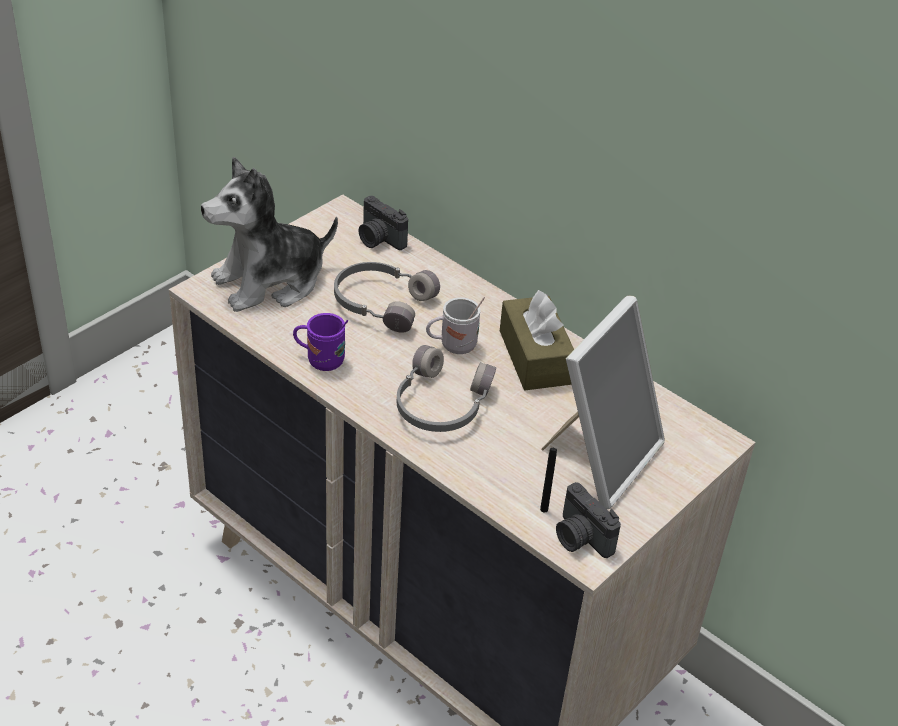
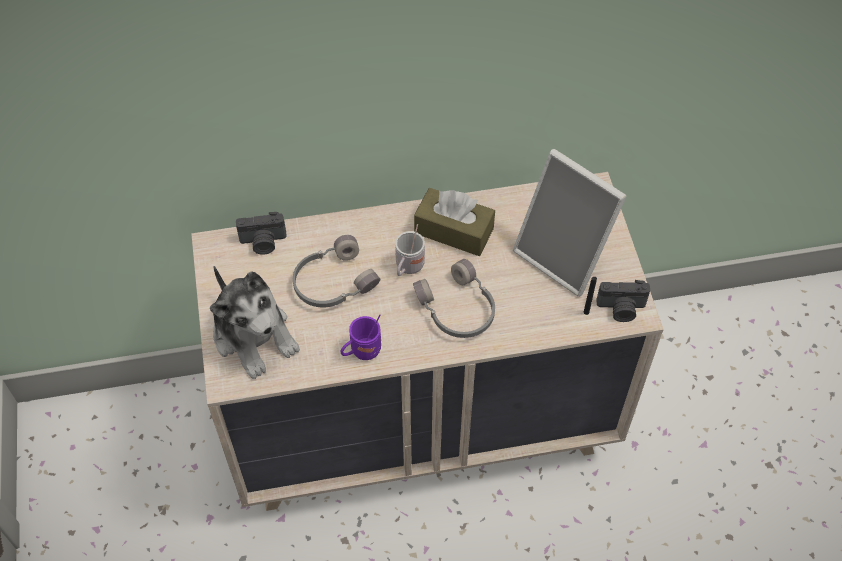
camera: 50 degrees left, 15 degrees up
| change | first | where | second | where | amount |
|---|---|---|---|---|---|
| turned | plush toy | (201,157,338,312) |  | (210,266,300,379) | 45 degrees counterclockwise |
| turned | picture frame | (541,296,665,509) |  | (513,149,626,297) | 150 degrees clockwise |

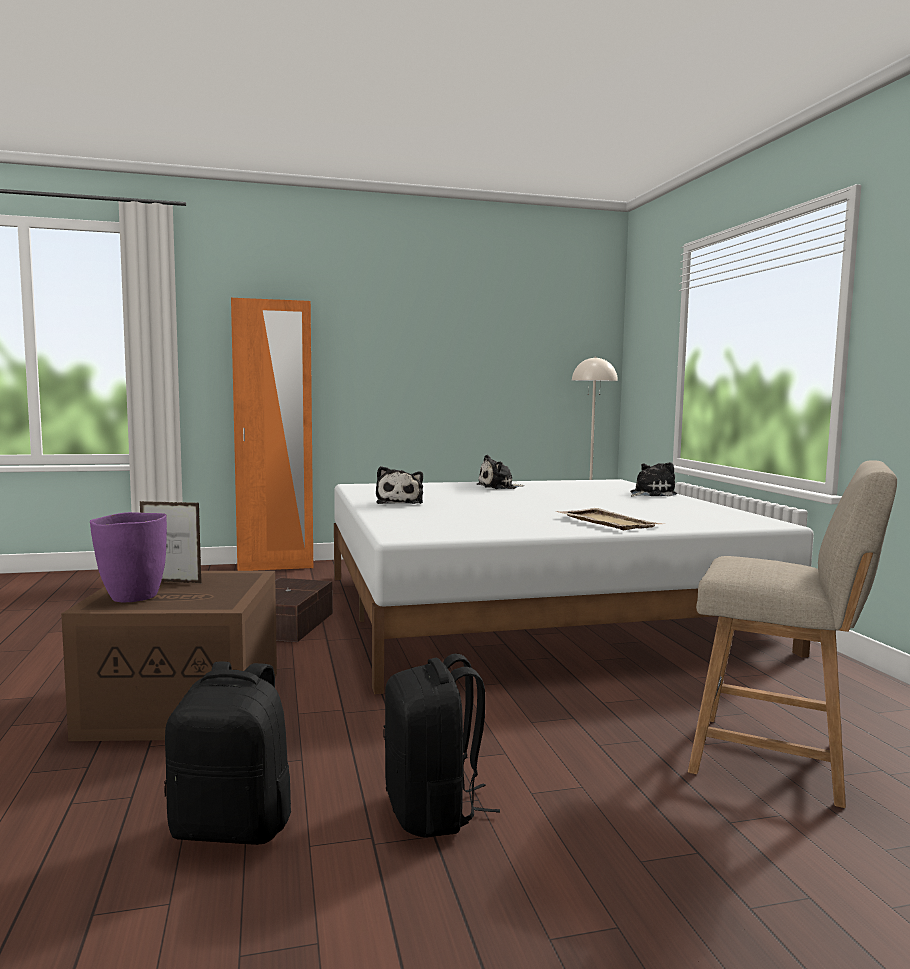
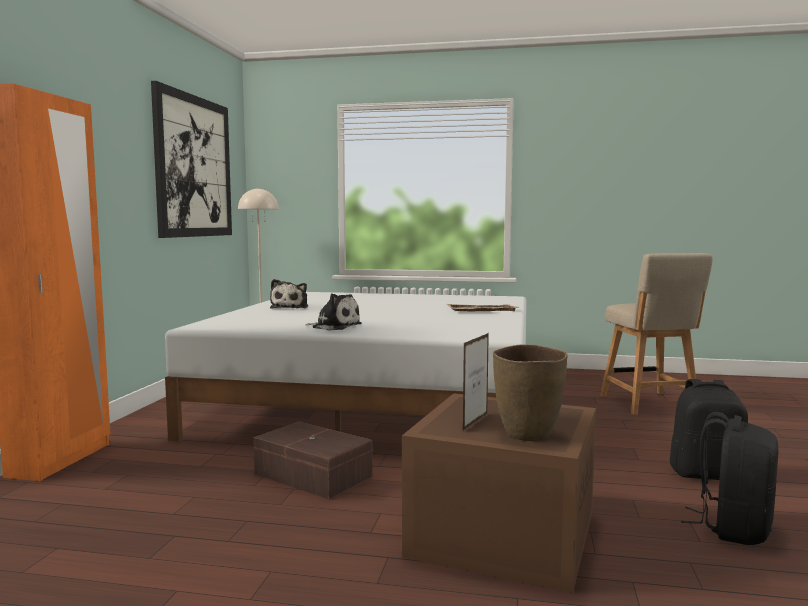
camera: 65 degrees left, 0 degrees up
| change | first | where | second | where | amount |
|---|---|---|---|---|---|
| turned | beige chair | (688,460,897,808) |  | (600,253,713,415) | 120 degrees clockwise |
| removed | plush toy | (630,462,677,497) |  |  |  |
| recoloured | purple vase | (90,512,167,602) | brown vase | (493,344,568,441) |  |
| added |  |  | picture | (151,81,232,238) |  |

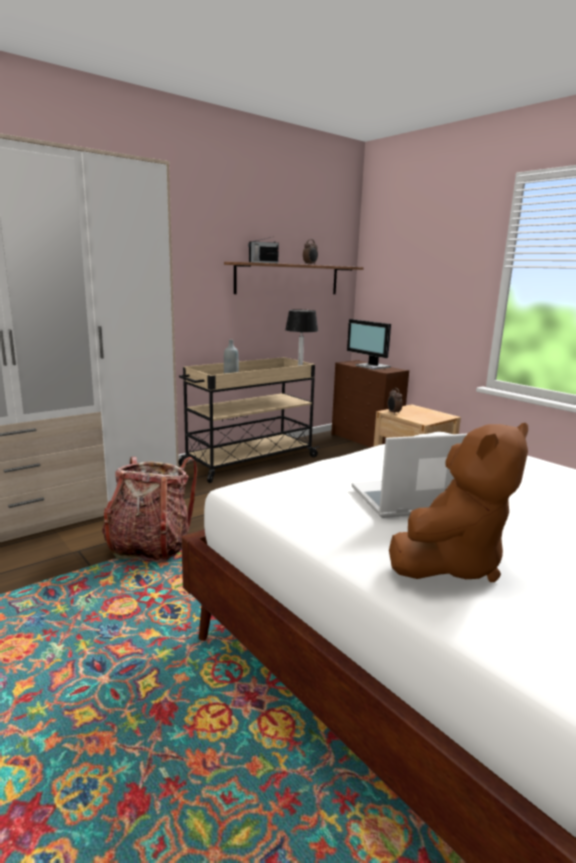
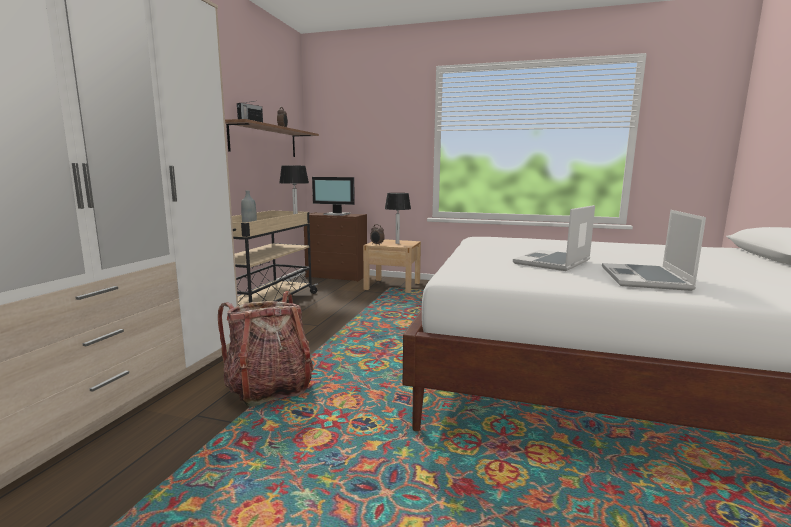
camera: 35 degrees left, 5 degrees down
| change | first | where | second | where | amount |
|---|---|---|---|---|---|
| replaced | brown plush toy | (389,423,528,582) | laptop | (602,210,706,291) |  |
| added |  |  | table lamp | (385,193,411,244) |  |

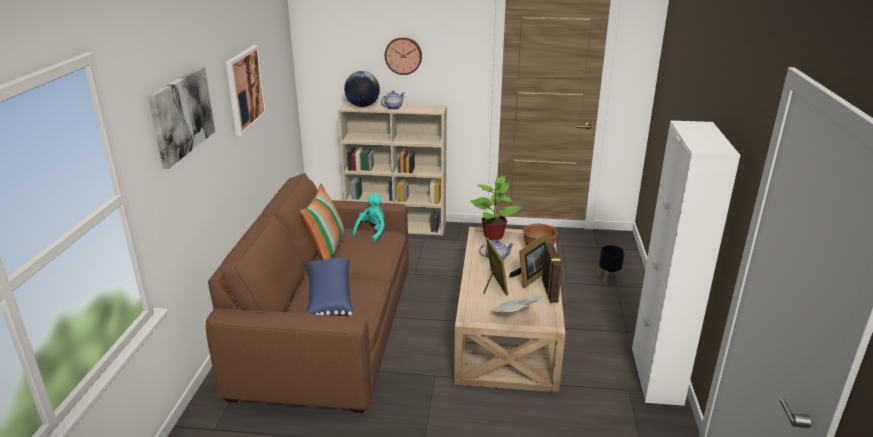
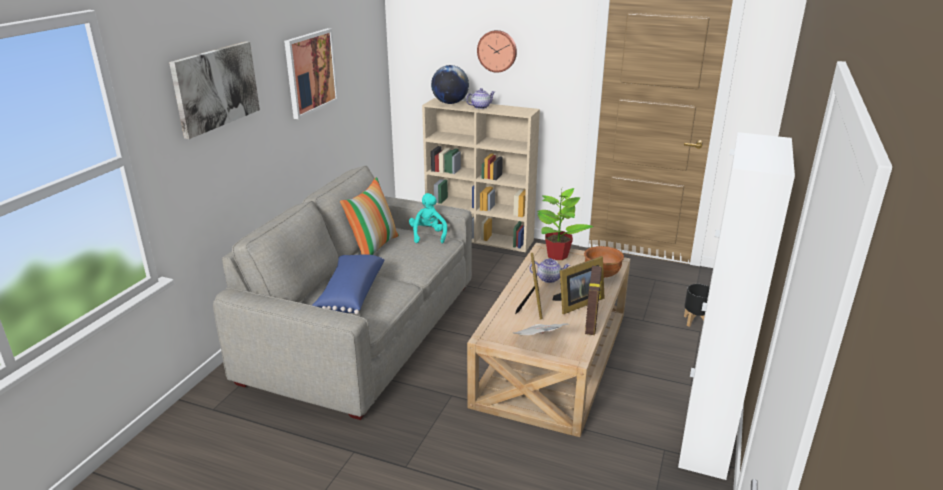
camera: 15 degrees right, 0 degrees up
| change | first | where | second | where | amount |
|---|---|---|---|---|---|
| recoloured | brown sofa | (205,173,409,413) | grey sofa | (213,166,472,420) |  |
| turned | turquoise plush toy | (352,193,385,242) |  | (409,193,447,243) | 45 degrees counterclockwise |

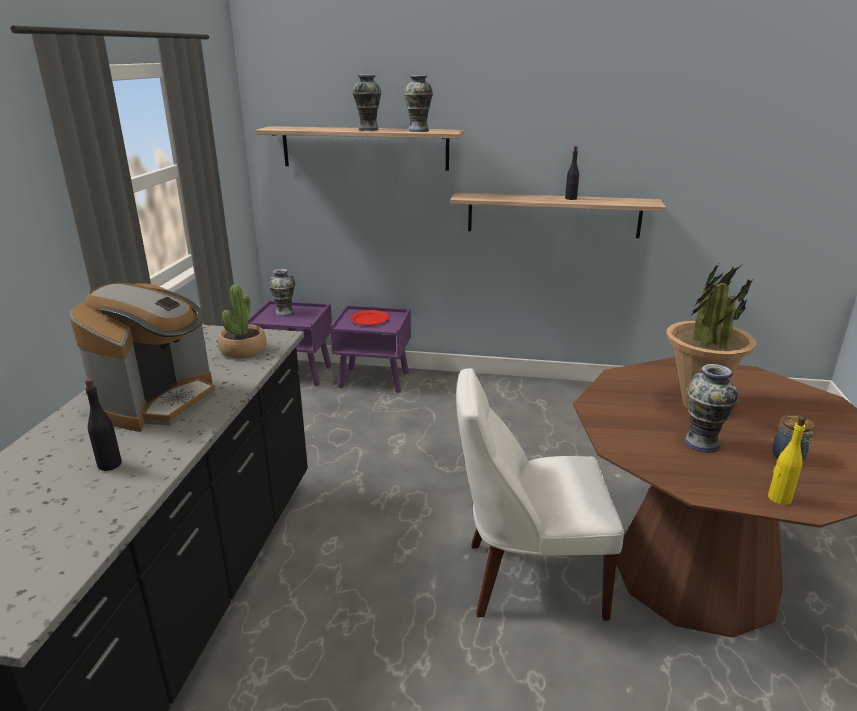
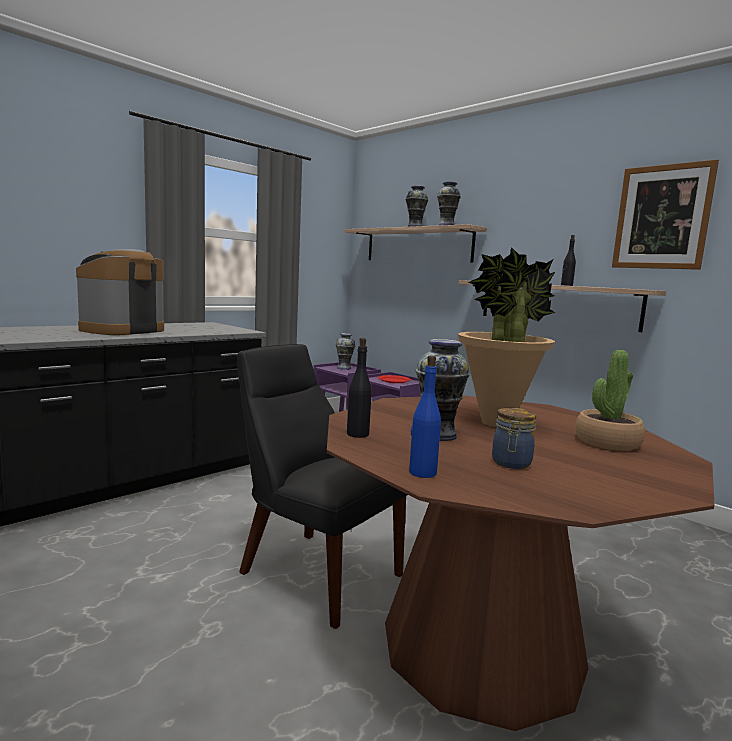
camera: 35 degrees right, 15 degrees down
| change | first | where | second | where | amount |
|---|---|---|---|---|---|
| turned | coffee machine | (69,283,215,432) |  | (76,249,164,335) | 150 degrees clockwise |
| moved | potted plant | (218,284,267,358) |  | (575,350,645,451) |  |
| recoloured | white chair | (456,368,624,621) | black chair | (237,344,408,629) |  |
| moved | black bottle | (85,379,122,471) |  | (347,338,372,438) |  |
| recoloured | yellow bottle | (768,416,806,505) | blue bottle | (409,355,441,478) |  |
| added |  |  | picture | (612,159,719,270) |  |

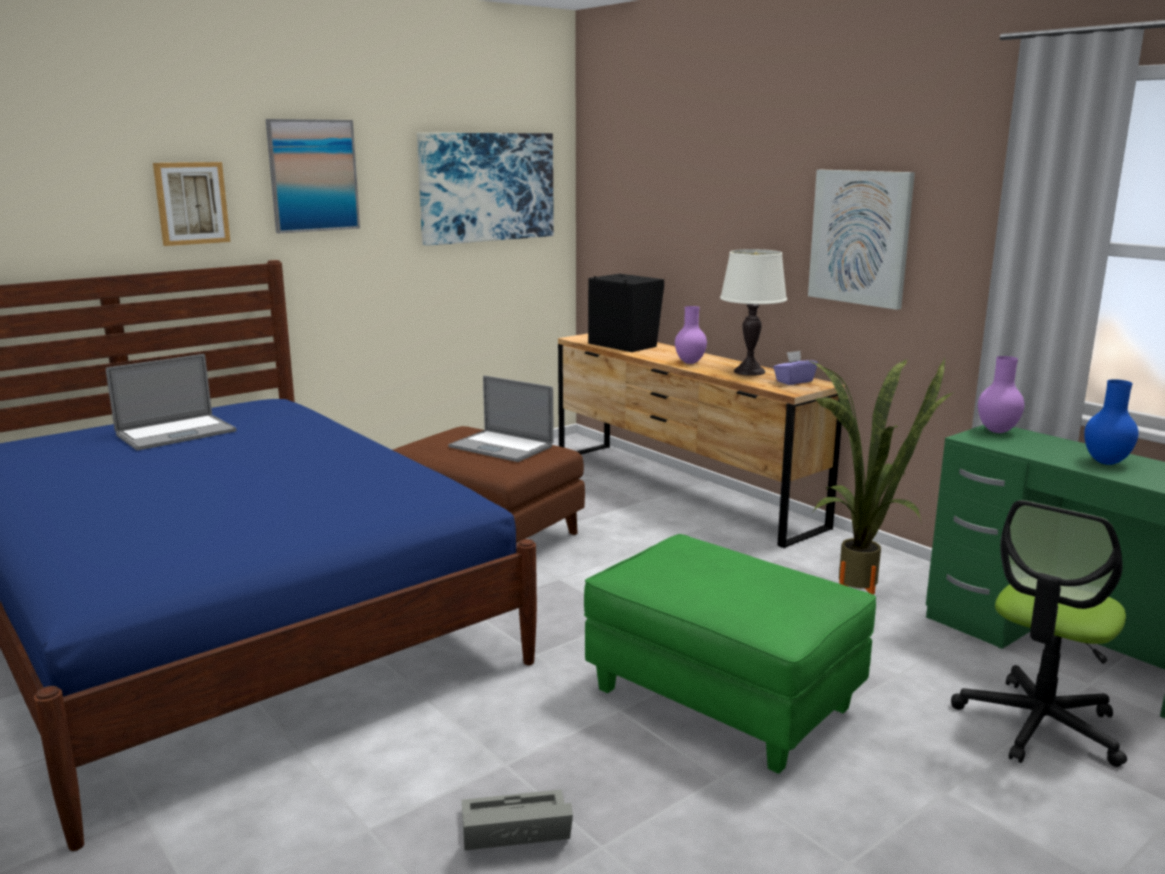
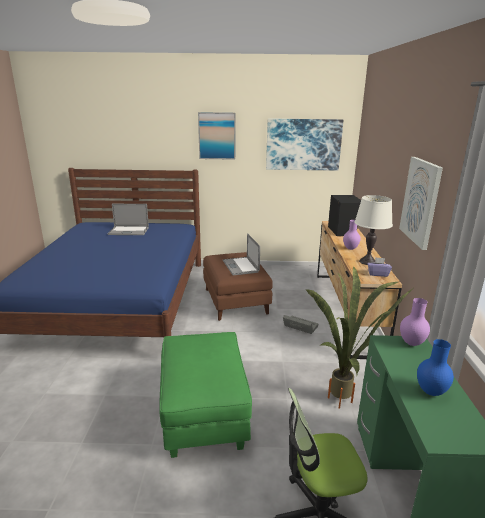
camera: 40 degrees right, 5 degrees up
| change | first | where | second | where | amount |
|---|---|---|---|---|---|
| removed | picture | (153,162,230,246) |  |  |  |
| moved | grey storage box | (462,789,573,850) |  | (283,315,318,334) |  |

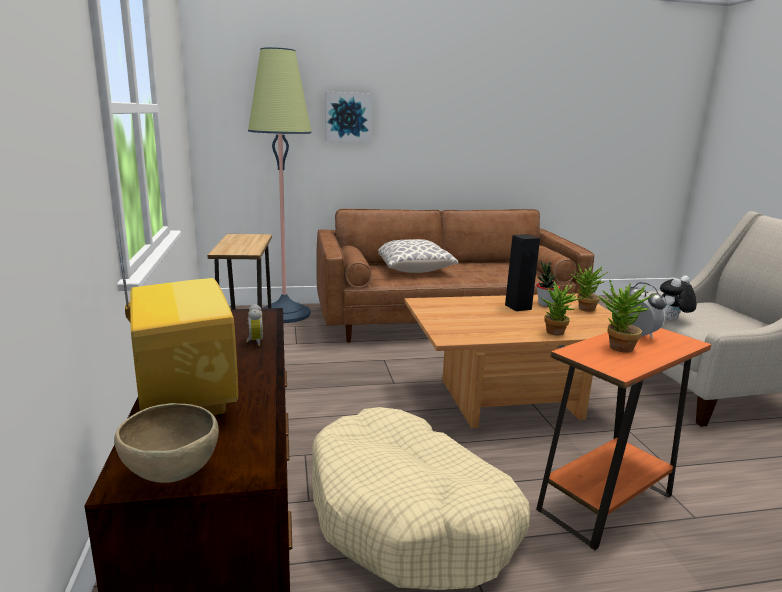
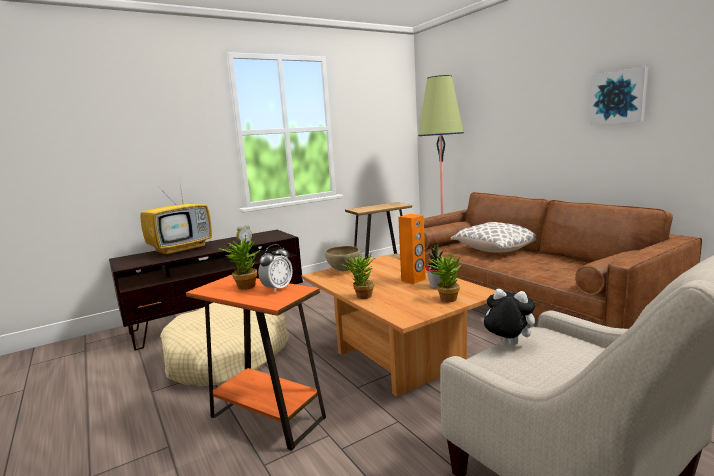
camera: 70 degrees right, 5 degrees down
| change | first | where | second | where | amount |
|---|---|---|---|---|---|
| moved | picture | (325,91,372,142) |  | (590,67,648,125) |  |
| recoloured | black speaker | (505,234,540,311) | orange speaker | (398,214,426,284) |  |
| moved | brown bowl | (114,403,219,483) |  | (325,246,360,271) |  |

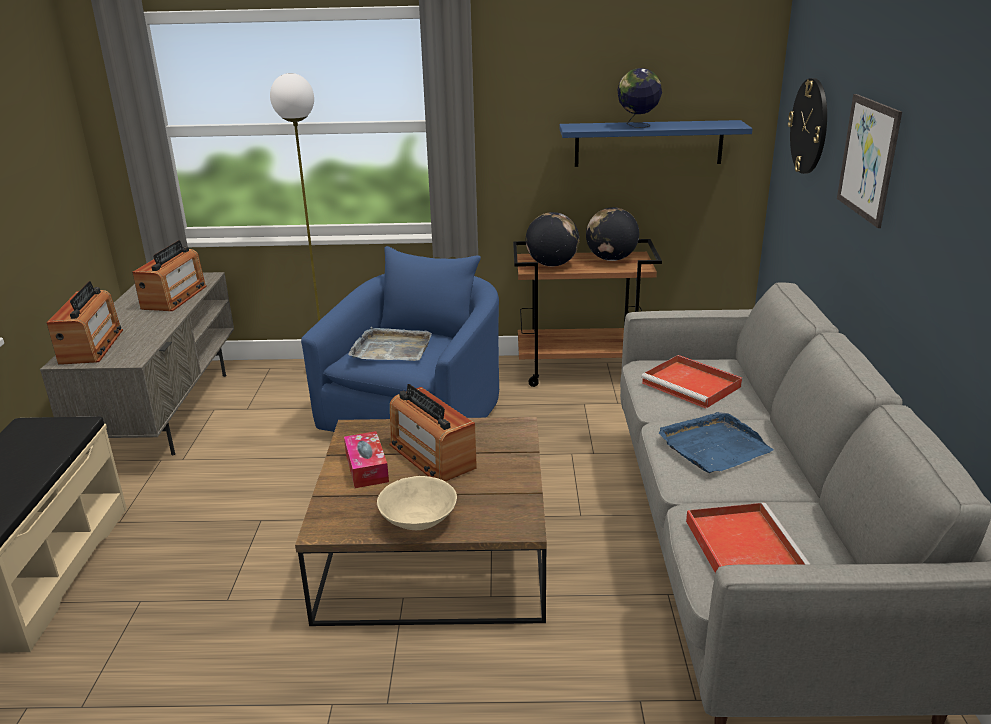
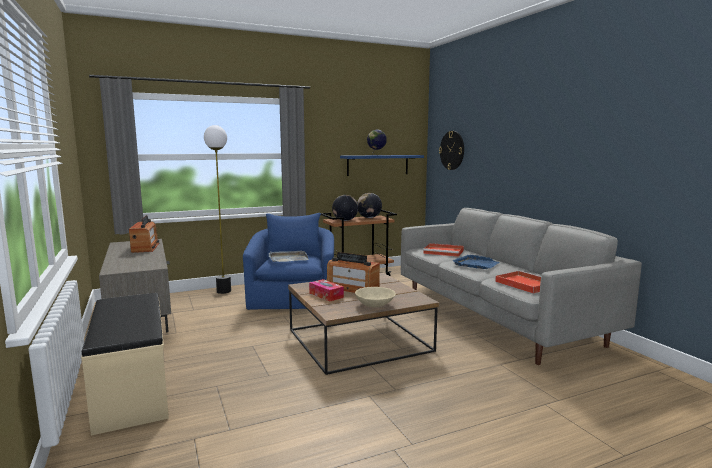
camera: 25 degrees left, 15 degrees down
| change | first | where | second | where | amount |
|---|---|---|---|---|---|
| removed | picture | (837,94,902,228) |  |  |  |
| removed | radio | (47,281,123,365) |  |  |  |

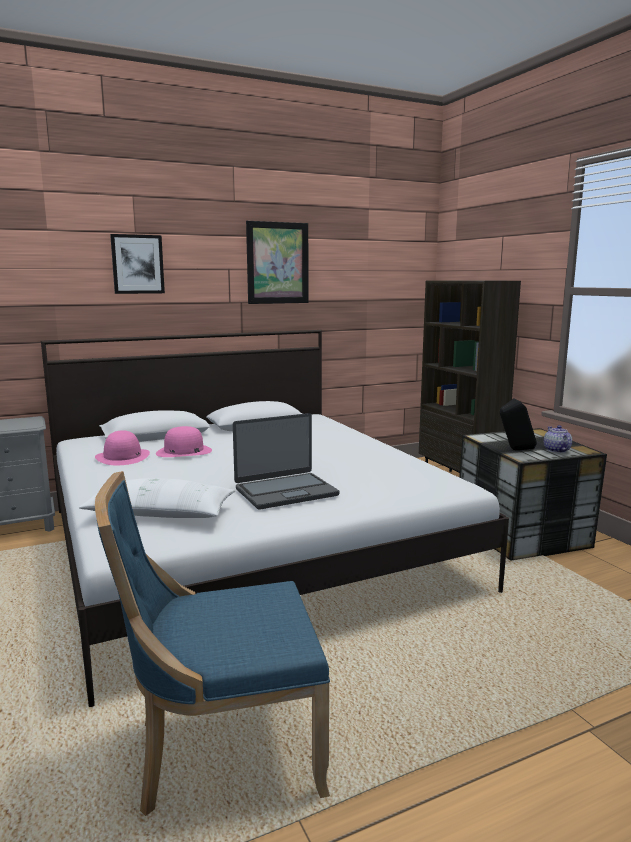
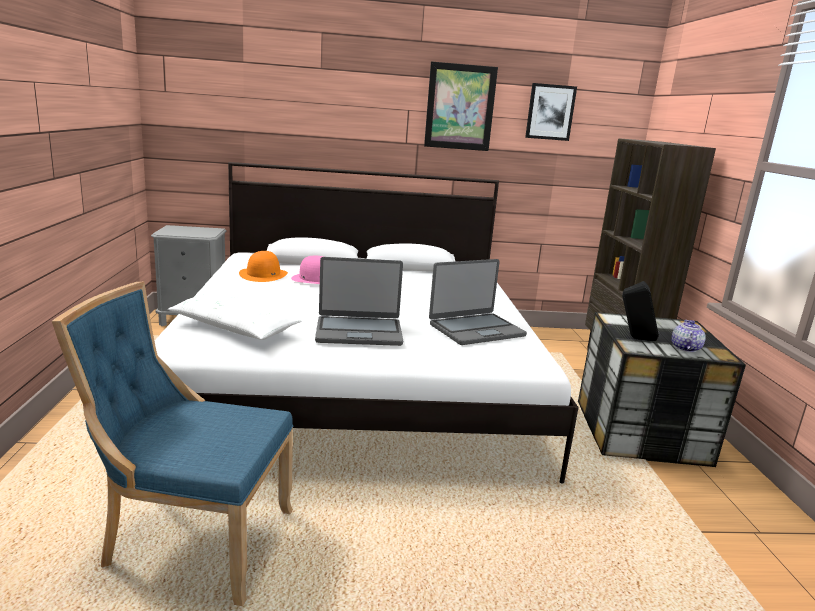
camera: 20 degrees right, 5 degrees up
| change | first | where | second | where | amount |
|---|---|---|---|---|---|
| moved | picture | (110,234,165,294) |  | (525,83,577,141) |  |
| recoloured | pink hat | (95,430,150,465) | orange hat | (239,251,288,282) |  |
| added |  |  | laptop | (429,259,527,345) |  |

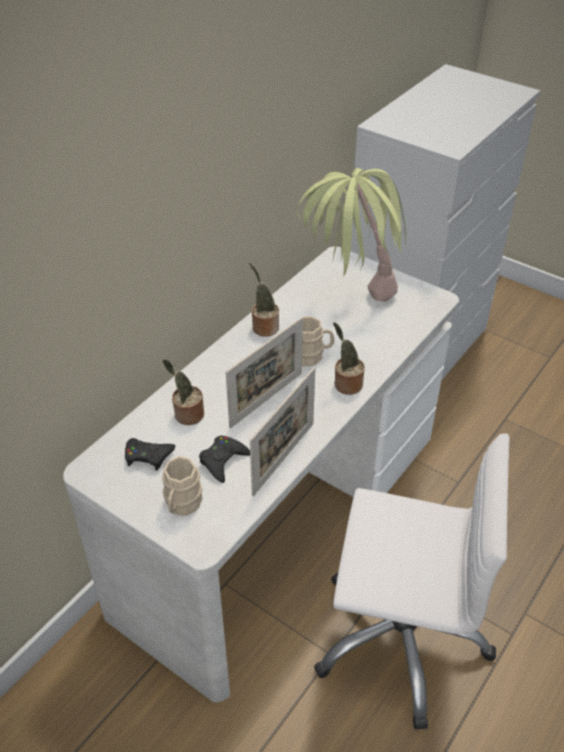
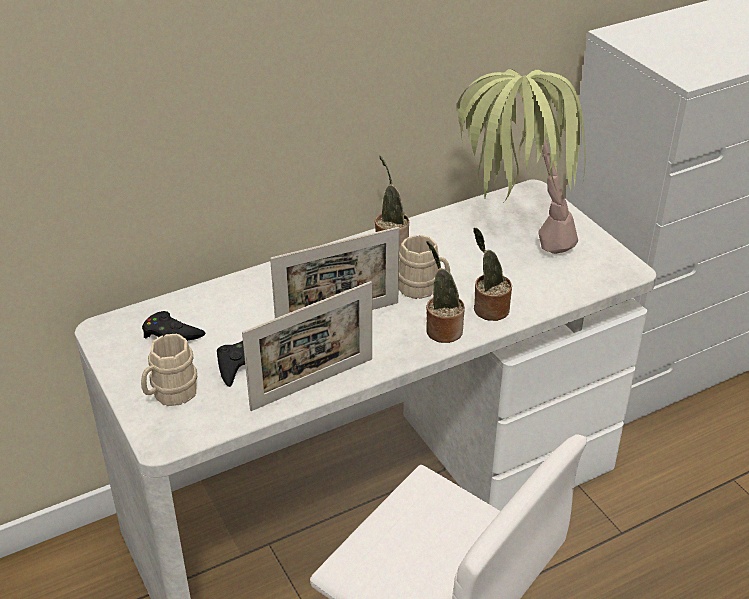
camera: 25 degrees right, 5 degrees down
| change | first | where | second | where | amount |
|---|---|---|---|---|---|
| moved | potted plant | (163,359,204,425) |  | (473,228,512,321) |  |

